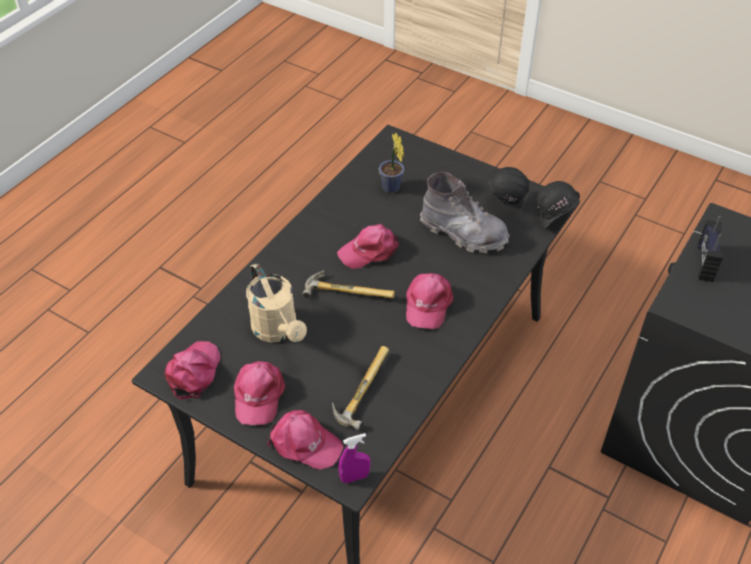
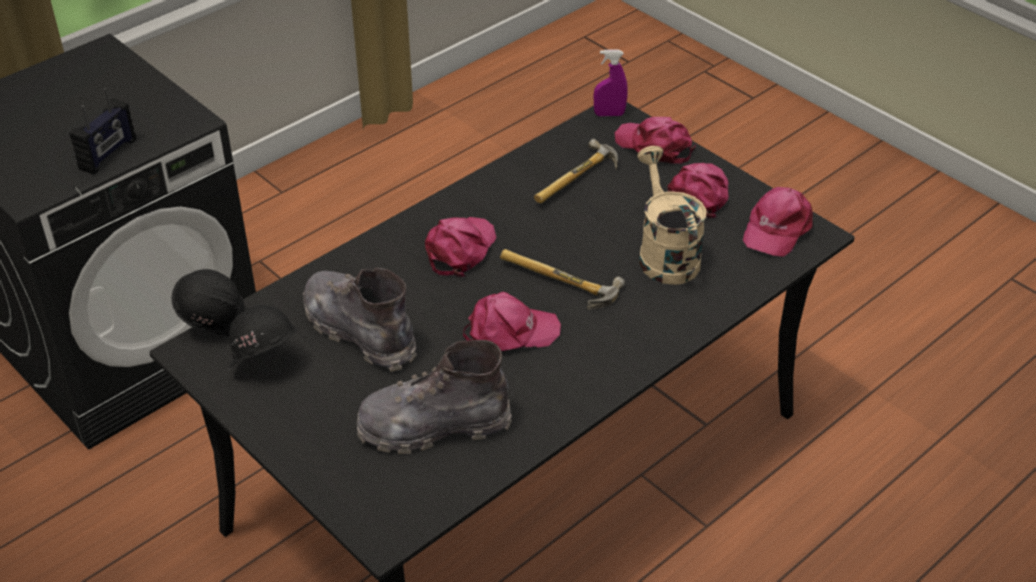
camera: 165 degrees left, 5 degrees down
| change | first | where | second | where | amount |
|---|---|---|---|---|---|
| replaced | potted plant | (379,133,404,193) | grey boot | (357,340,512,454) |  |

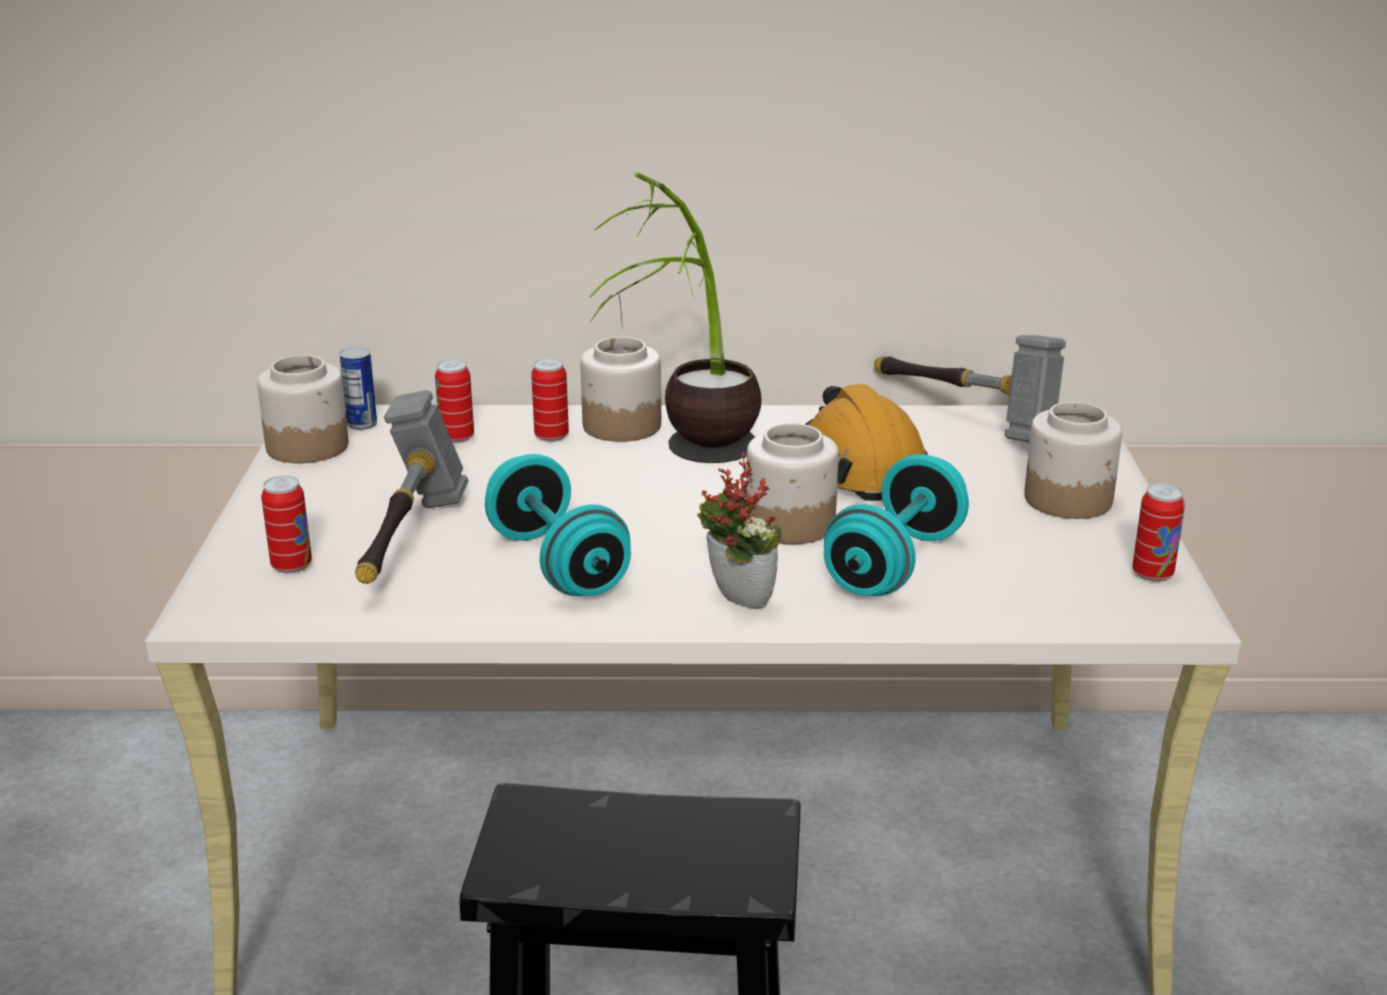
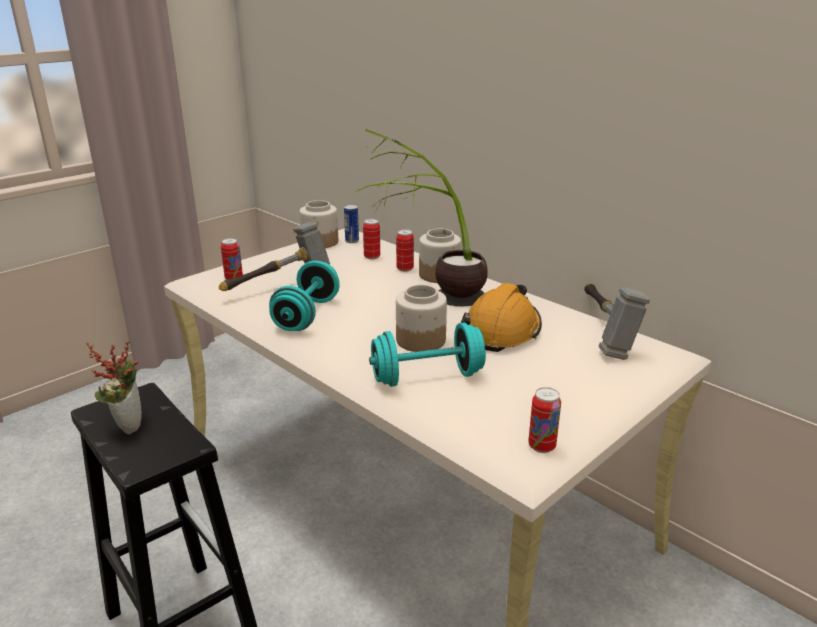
camera: 45 degrees right, 0 degrees up
| change | first | where | second | where | amount |
|---|---|---|---|---|---|
| removed | jar | (1024,402,1122,519) |  |  |  |
| moved | potted plant | (697,452,782,608) |  | (86,341,142,434) |  |

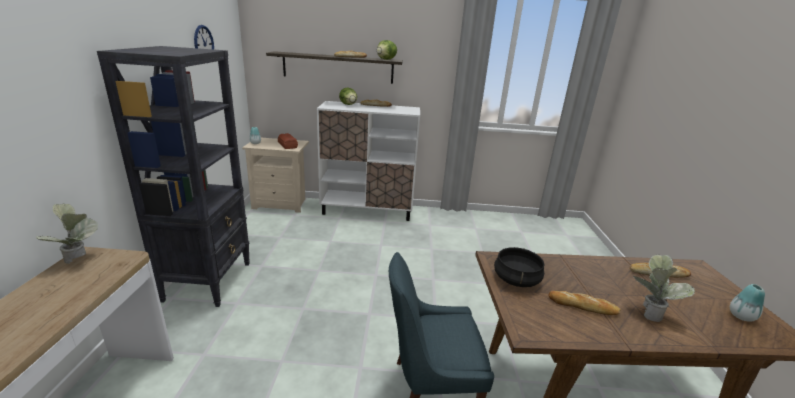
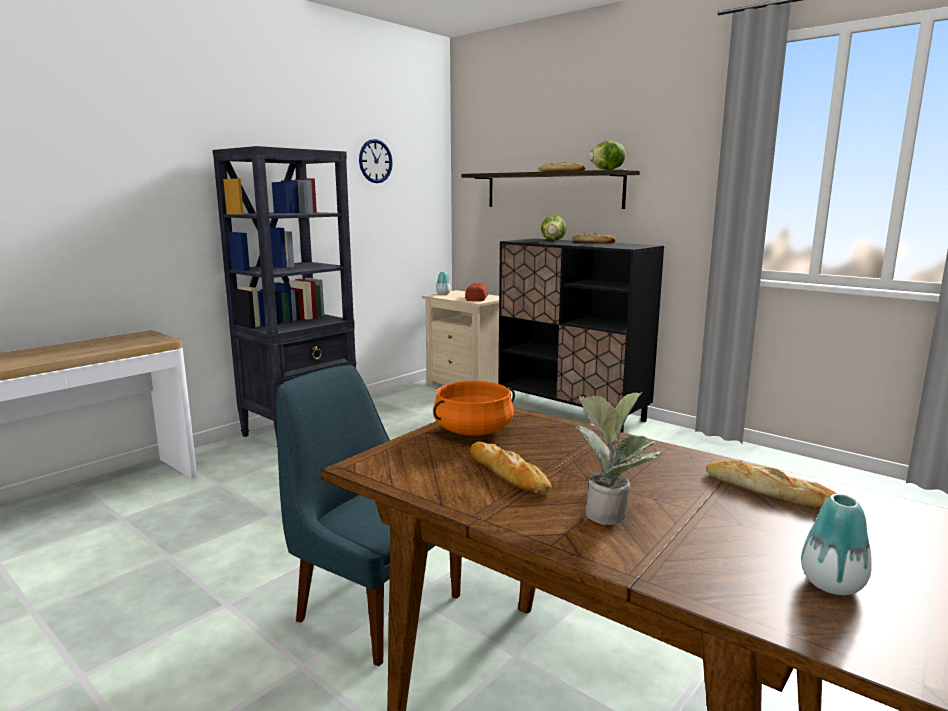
camera: 40 degrees right, 10 degrees down
| change | first | where | second | where | amount |
|---|---|---|---|---|---|
| recoloured | white cabinet | (317,101,420,221) | black cabinet | (498,238,664,432) |  |
| removed | potted plant | (36,203,98,264) |  |  |  |
| recoloured | black cooking pot | (494,247,545,287) | orange cooking pot | (433,381,515,436) |  |

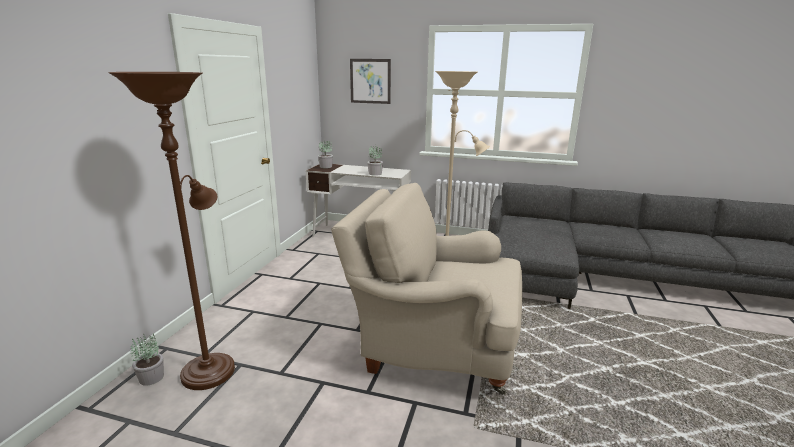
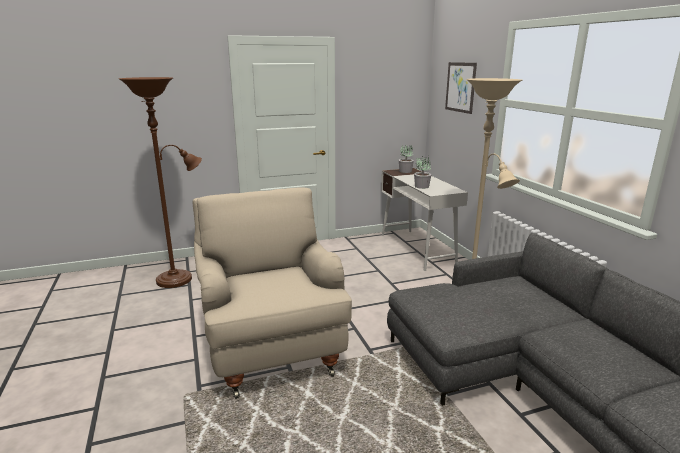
camera: 55 degrees right, 0 degrees up
| change | first | where | second | where | amount |
|---|---|---|---|---|---|
| removed | potted plant | (130,333,164,386) |  |  |  |

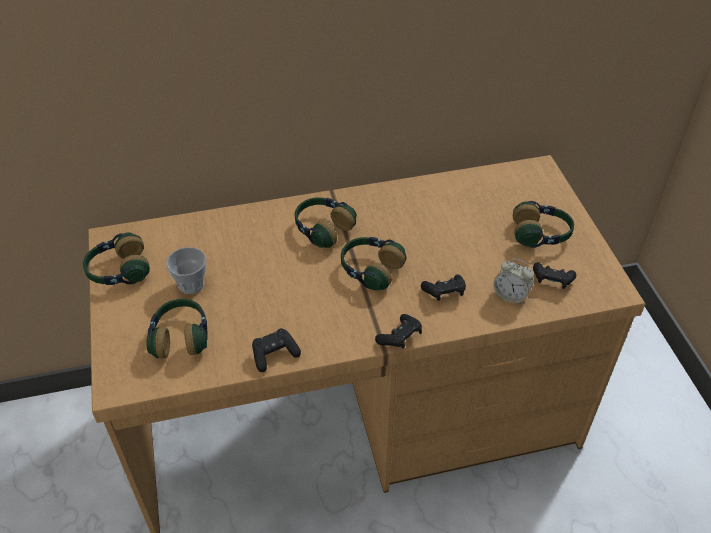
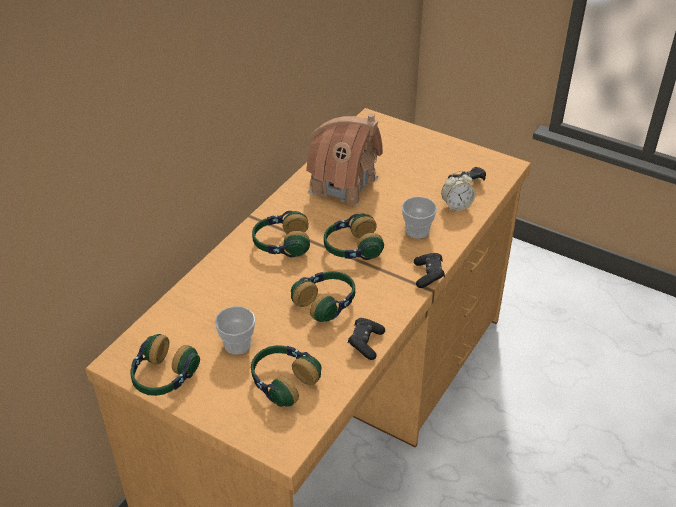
camera: 45 degrees left, 5 degrees down
| change | first | where | second | where | amount |
|---|---|---|---|---|---|
| moved | headphones | (513,201,574,248) |  | (291,271,355,322) |  |
| replaced | black game controller | (421,275,466,301) | cup | (402,197,437,239) |  |
| added |  |  | toy house | (306,113,383,206) |  |

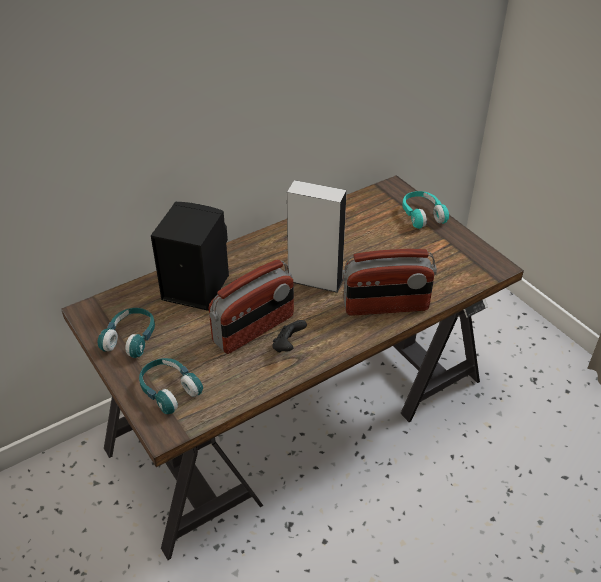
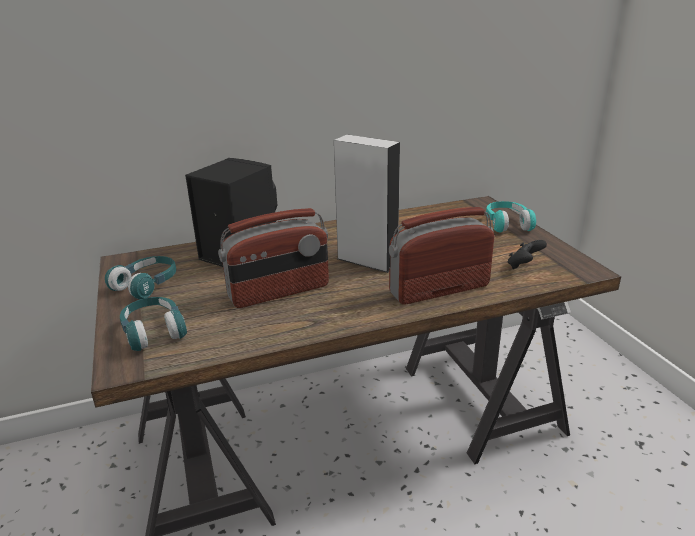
camera: 15 degrees right, 15 degrees down
| change | first | where | second | where | amount |
|---|---|---|---|---|---|
| turned | radio | (342,249,437,316) |  | (389,207,494,304) | 150 degrees clockwise |
| moved | black game controller | (272,320,307,352) |  | (508,240,547,269) |  |

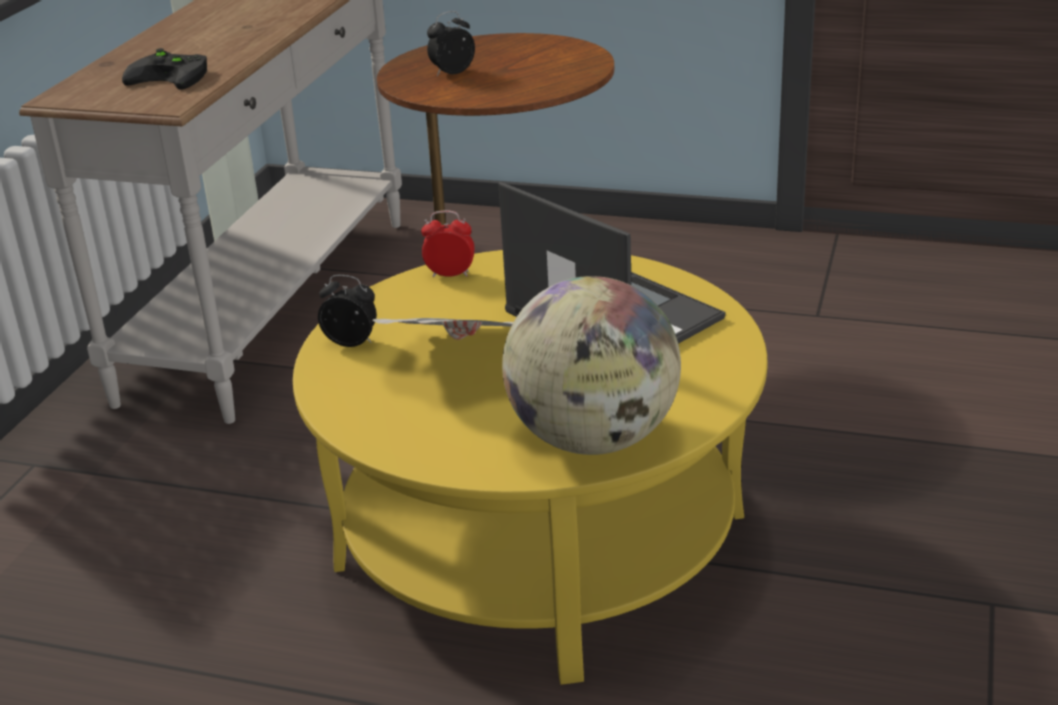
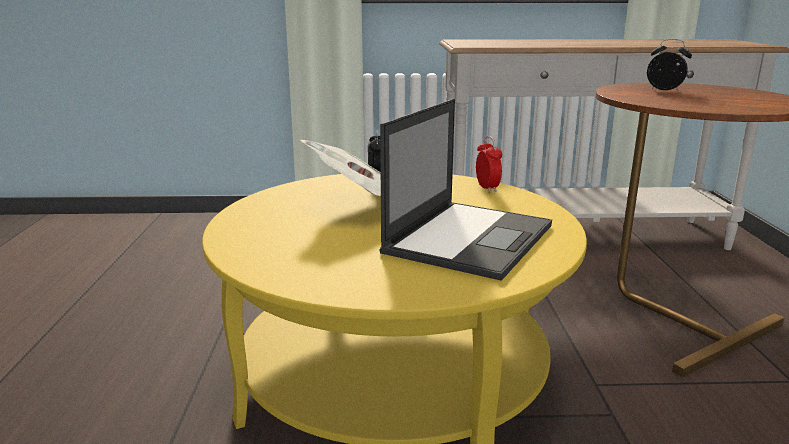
camera: 70 degrees right, 10 degrees down
| change | first | where | second | where | amount |
|---|---|---|---|---|---|
| removed | black game controller | (122,48,207,90) |  |  |  |
| removed | globe | (502,276,681,455) |  |  |  |

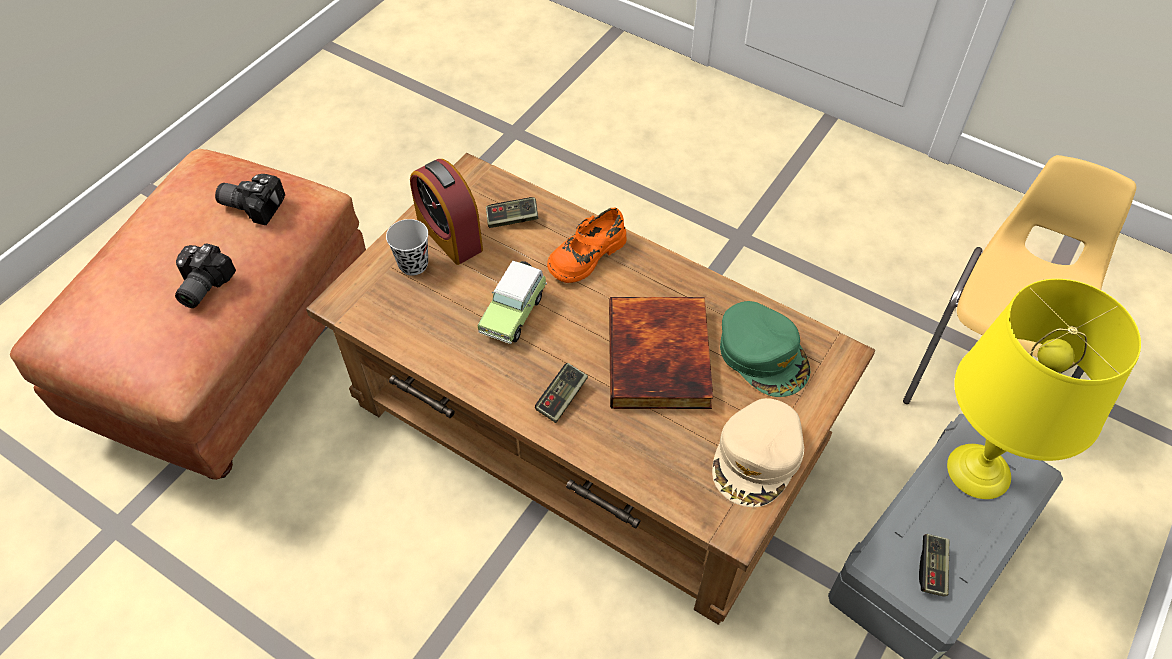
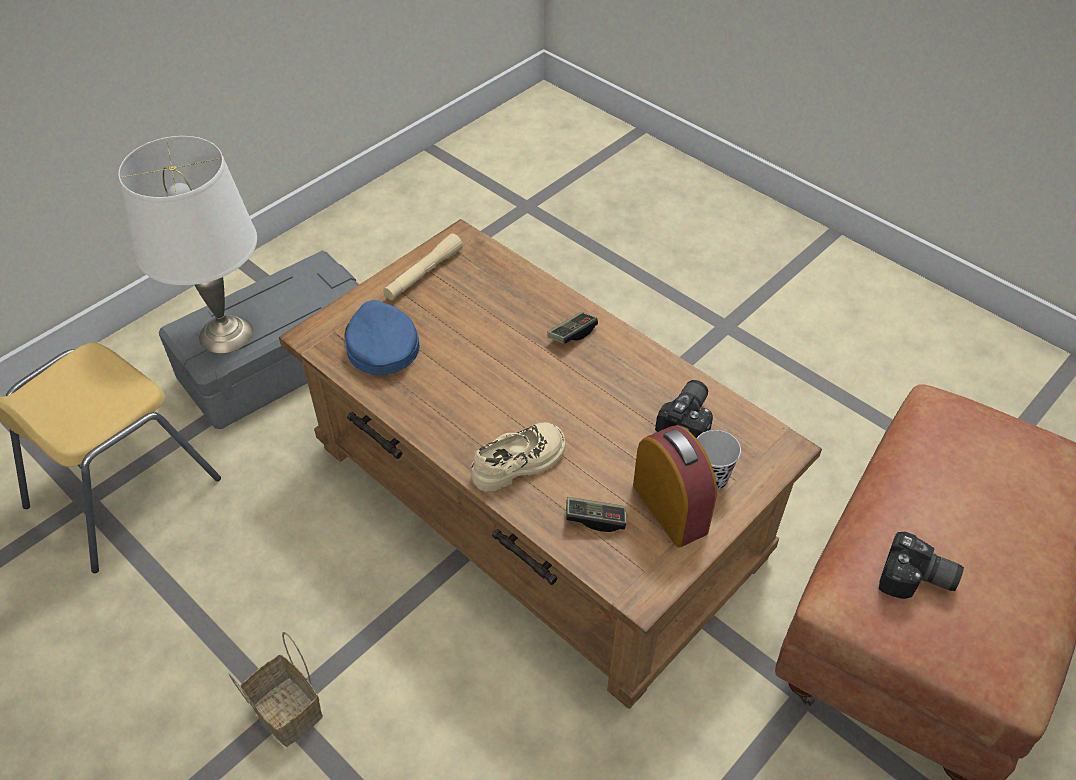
camera: 170 degrees left, 5 degrees down
| change | first | where | second | where | amount |
|---|---|---|---|---|---|
| recoloured | orange shoe | (547,208,626,283) | beige shoe | (471,422,566,492) |  |
| moved | photo camera | (175,243,236,308) |  | (655,380,713,438) |  |
| removed | toy car | (477,261,547,344) |  |  |  |
| recoloured | yellow table lamp | (947,279,1141,499) | white table lamp | (118,136,257,353) |  |
| removed | book | (609,297,713,409) |  |  |  |
| recoloured | green cap | (720,301,810,397) | blue cap | (345,300,419,375) |  |
| replaced | beige cap | (712,398,804,507) | beige flashlight | (383,234,463,300) |  |
| removed | game controller | (919,534,949,597) |  |  |  |
| added |  |  | basket | (229,632,323,747) |  |

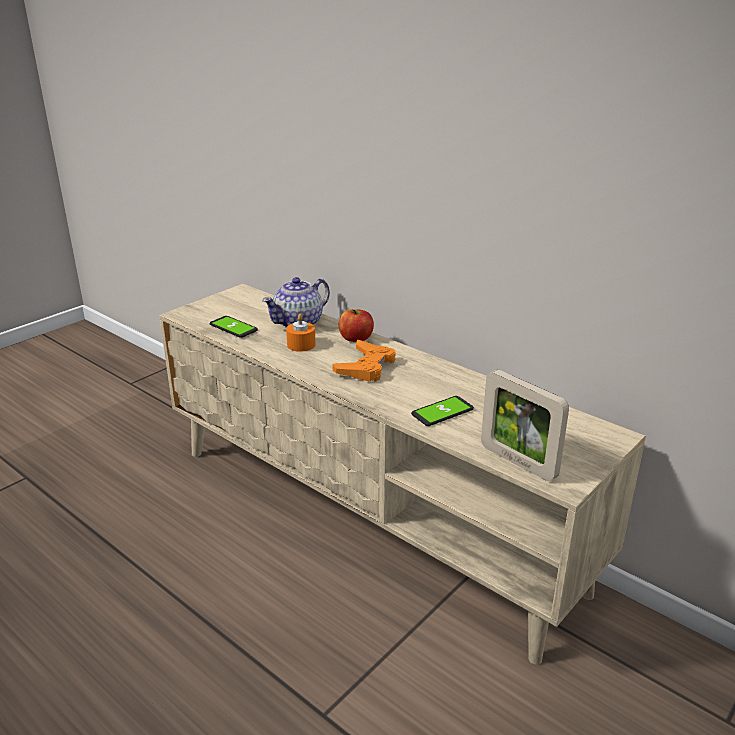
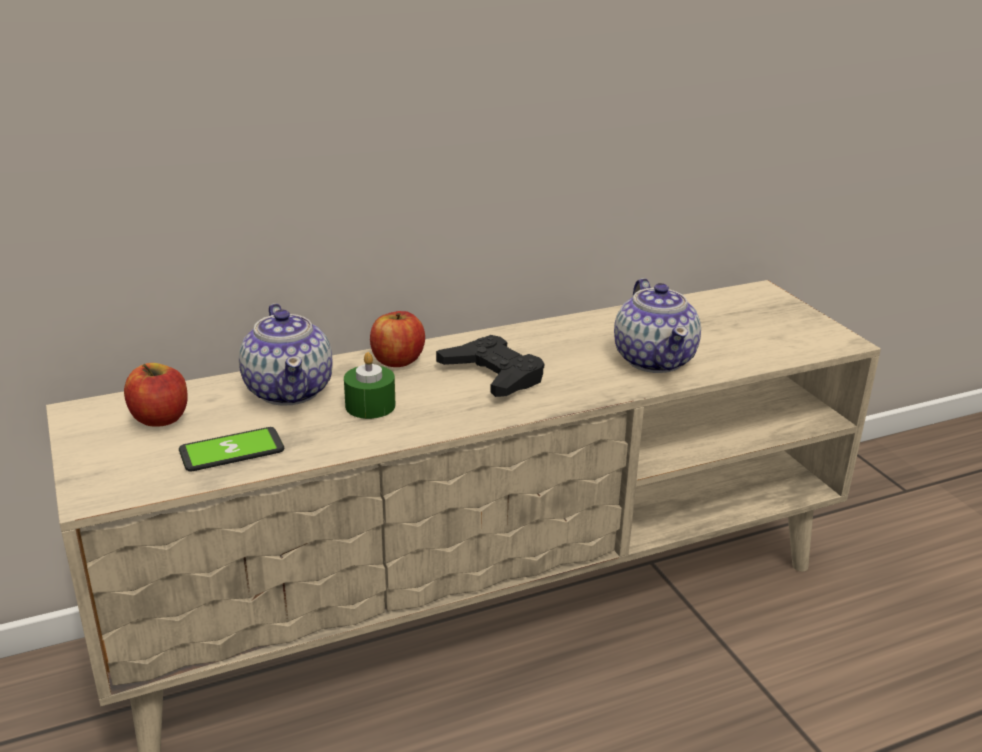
camera: 65 degrees left, 0 degrees up
| change | first | where | second | where | amount |
|---|---|---|---|---|---|
| recoloured | orange candle | (286,314,316,352) | green candle | (344,352,395,419) |  |
| recoloured | orange game controller | (332,340,396,382) | black game controller | (436,335,544,397) |  |
| removed | picture frame | (481,370,569,481) |  |  |  |
| replaced | phone | (411,396,474,426) | teapot | (614,278,701,373) |  |
| added |  |  | apple | (124,363,188,427) |  |

